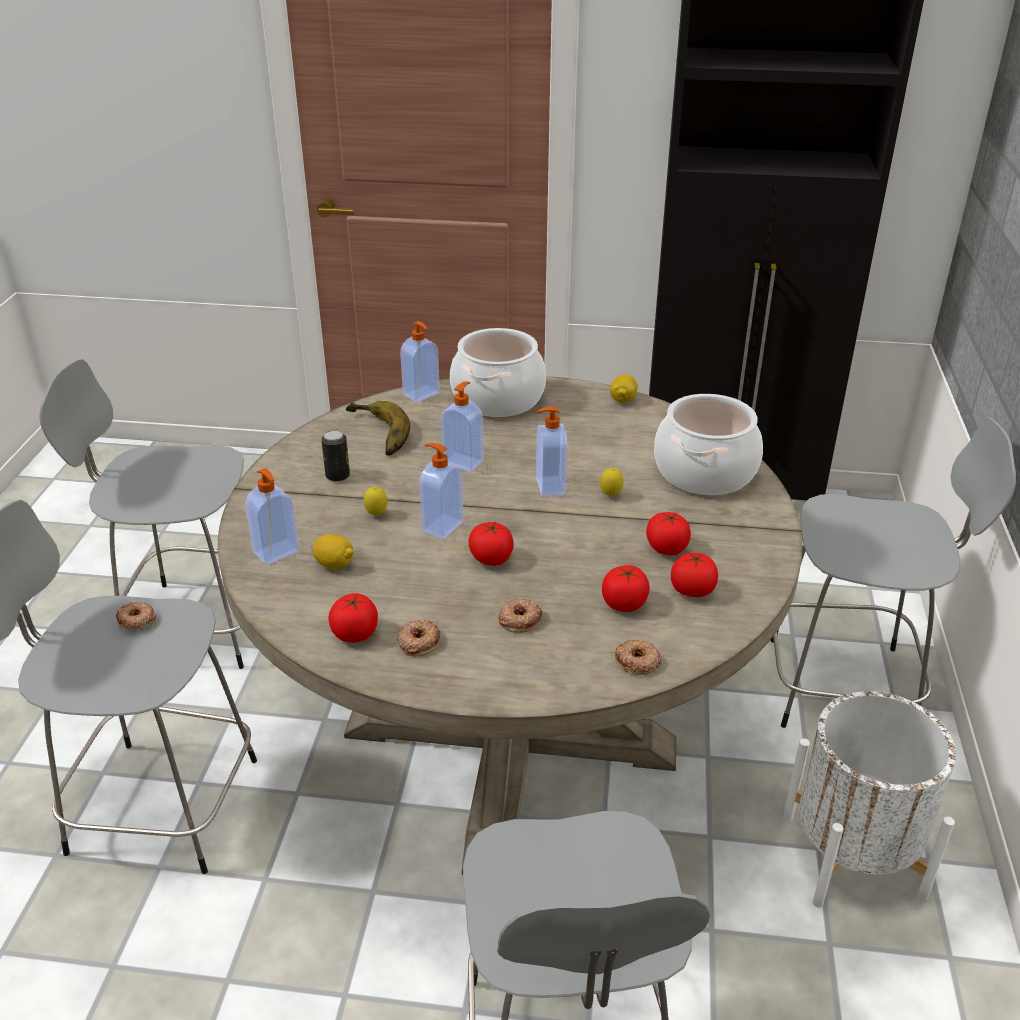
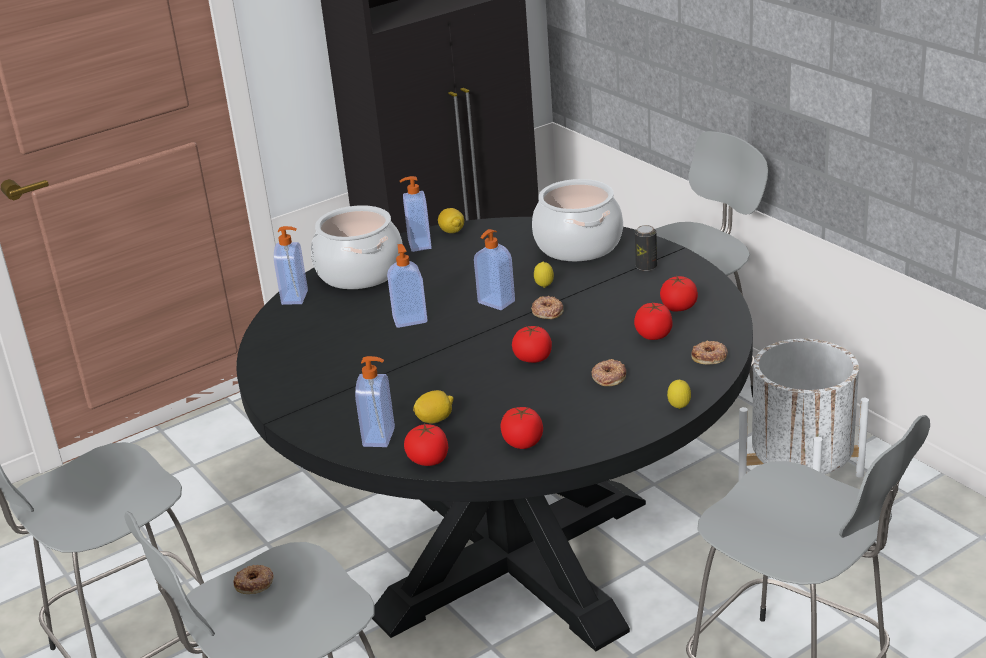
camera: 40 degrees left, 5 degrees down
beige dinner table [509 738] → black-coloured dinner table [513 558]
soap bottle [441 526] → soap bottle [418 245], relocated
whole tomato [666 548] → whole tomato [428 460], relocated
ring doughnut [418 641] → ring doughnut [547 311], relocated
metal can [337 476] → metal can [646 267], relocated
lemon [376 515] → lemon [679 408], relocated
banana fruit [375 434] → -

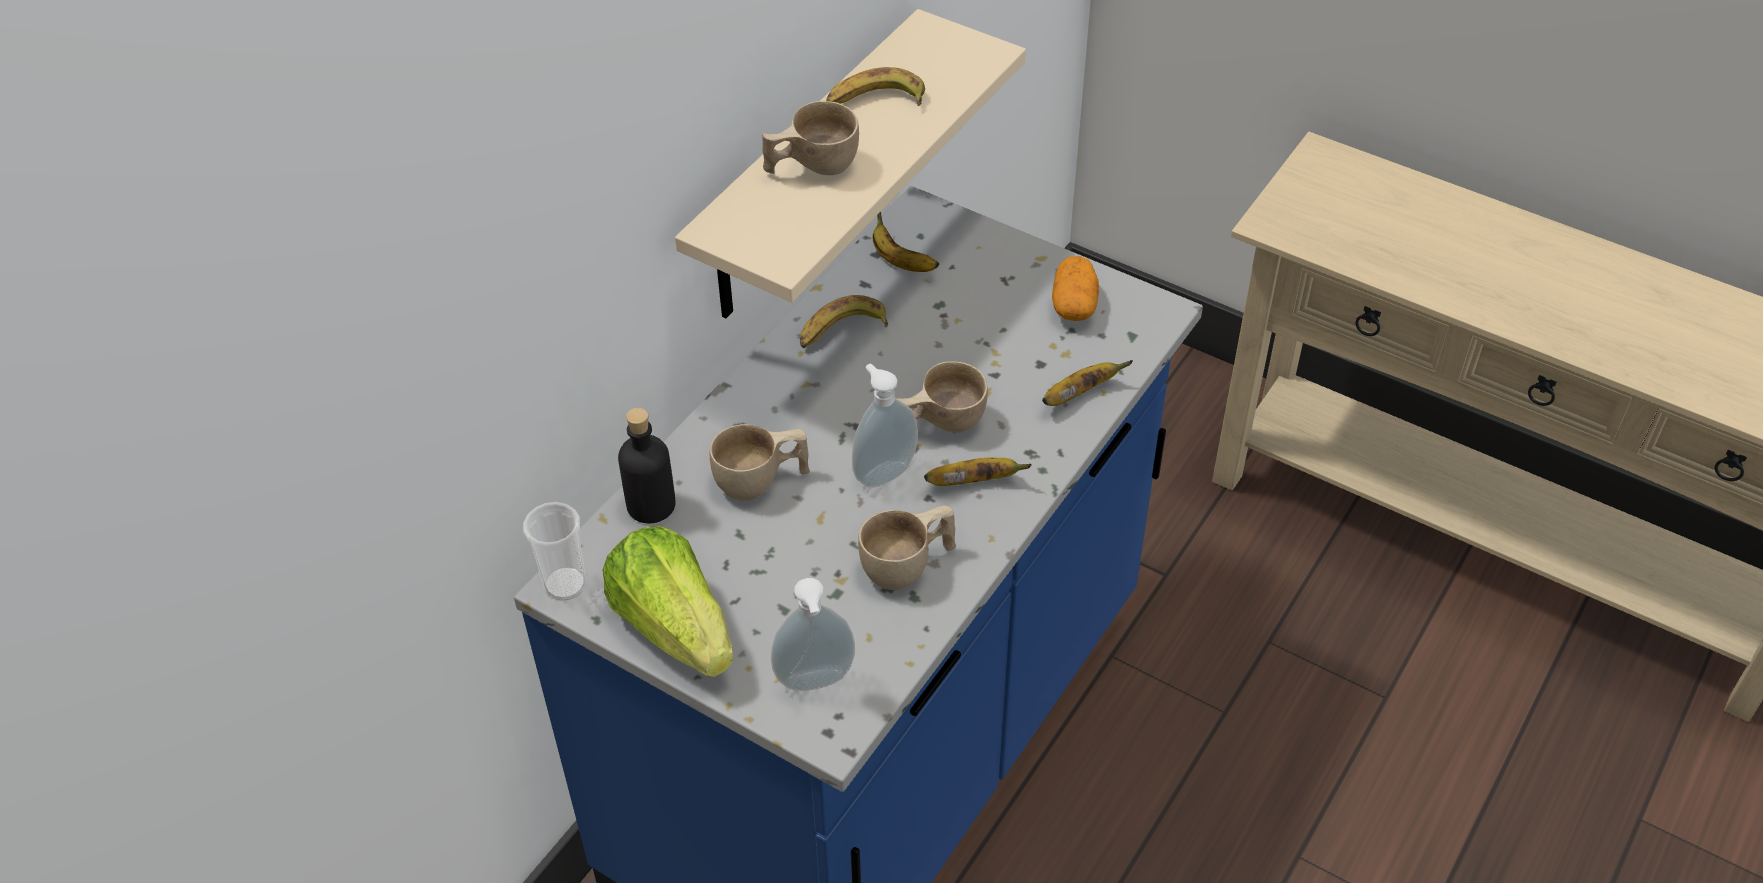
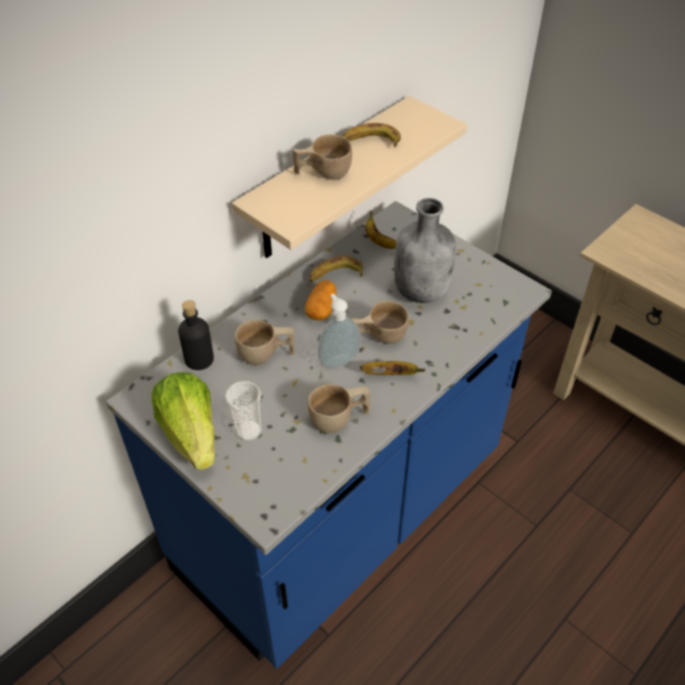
camera: 10 degrees right, 0 degrees up
cup [565 584] → cup [248 431], relocated
potato [1074 304] → potato [322 309], relocated
- → greyish bottle [421 291]
soap bottle [815 683] → -
banana fruit [1079 394] → -

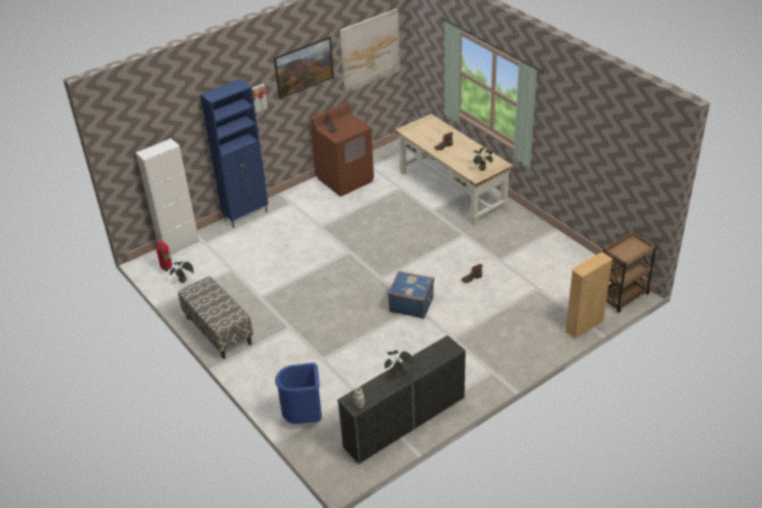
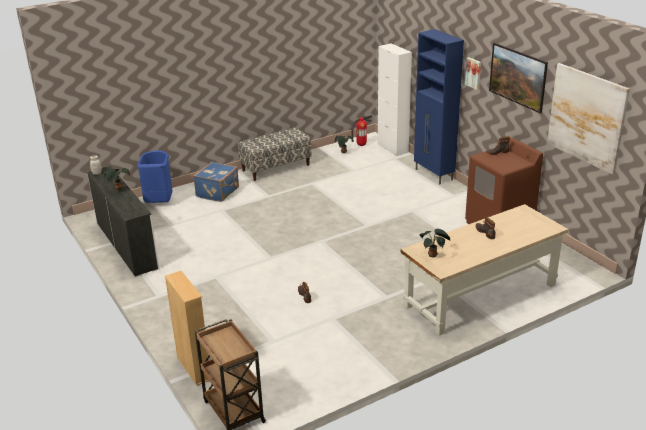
camera: 95 degrees right, 10 degrees down
blue piece of luggage [411 304] → blue piece of luggage [218 192], relocated

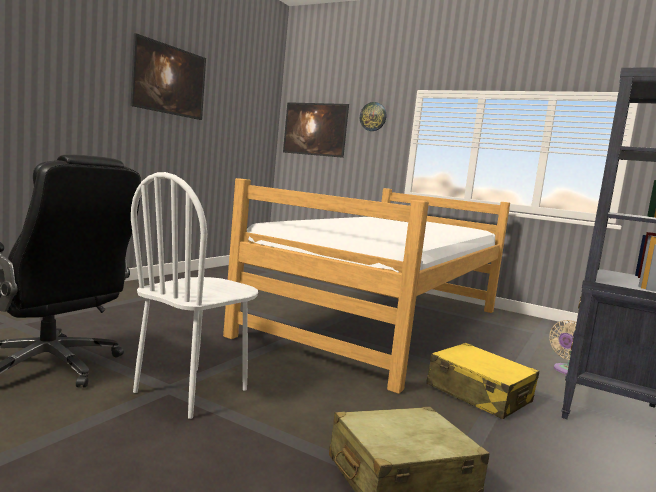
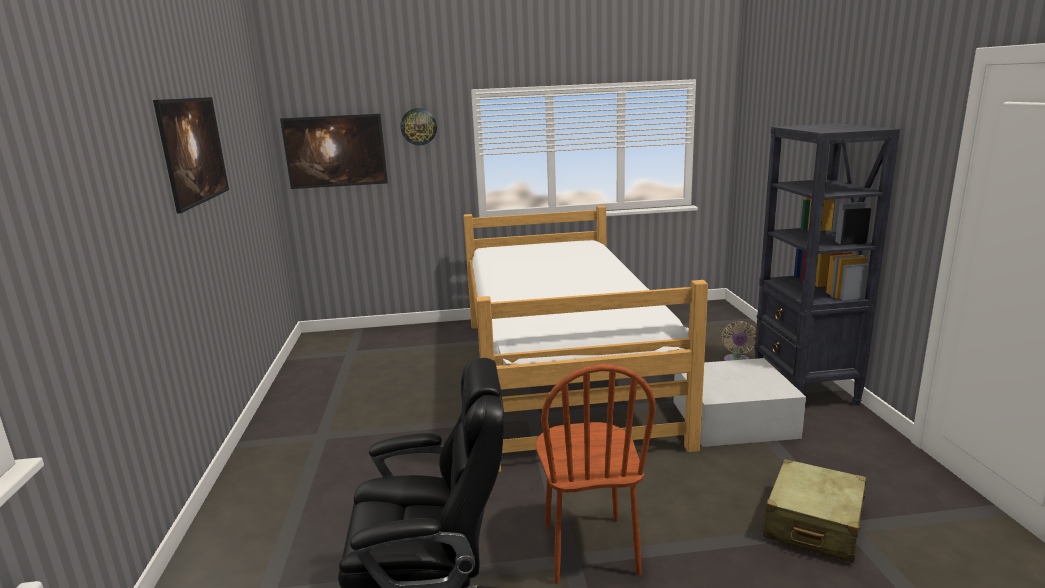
camera: 35 degrees left, 10 degrees up
white upright chair [192 391] → brown upright chair [589 549]
yellow piece of luggage [478 394] → white storage container [733 419]

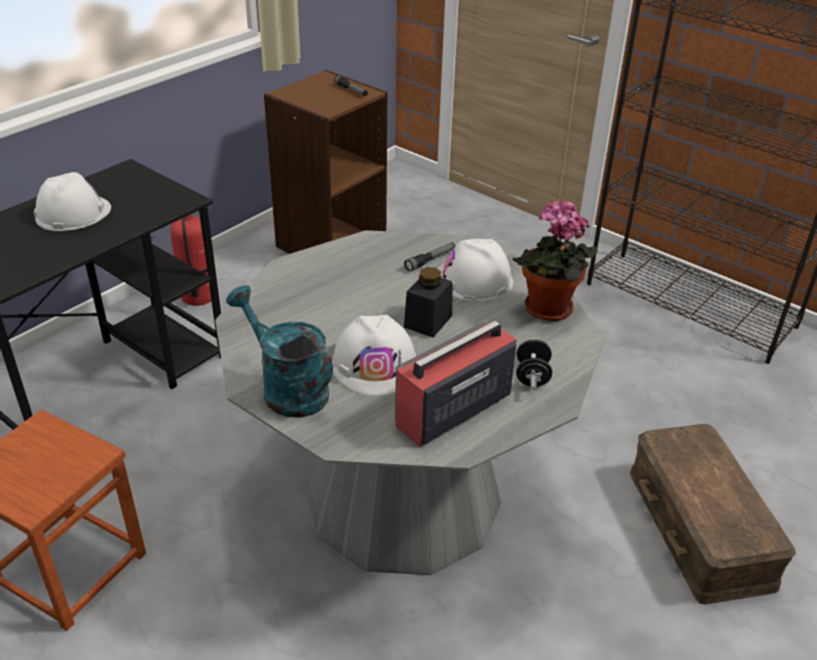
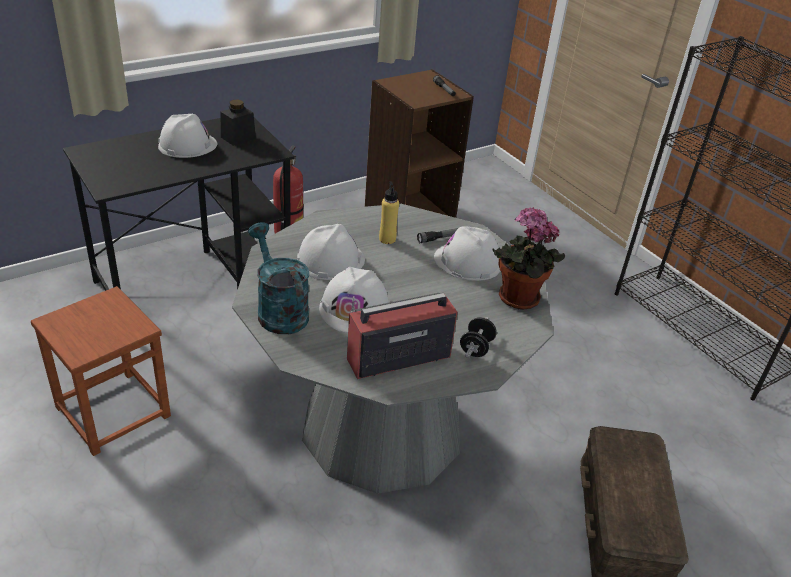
camera: 15 degrees right, 0 degrees up
black-coloured jar [428 321] → black-coloured jar [238 138], relocated
- → white work helmet [330 260]
- → yellow bottle [387 239]

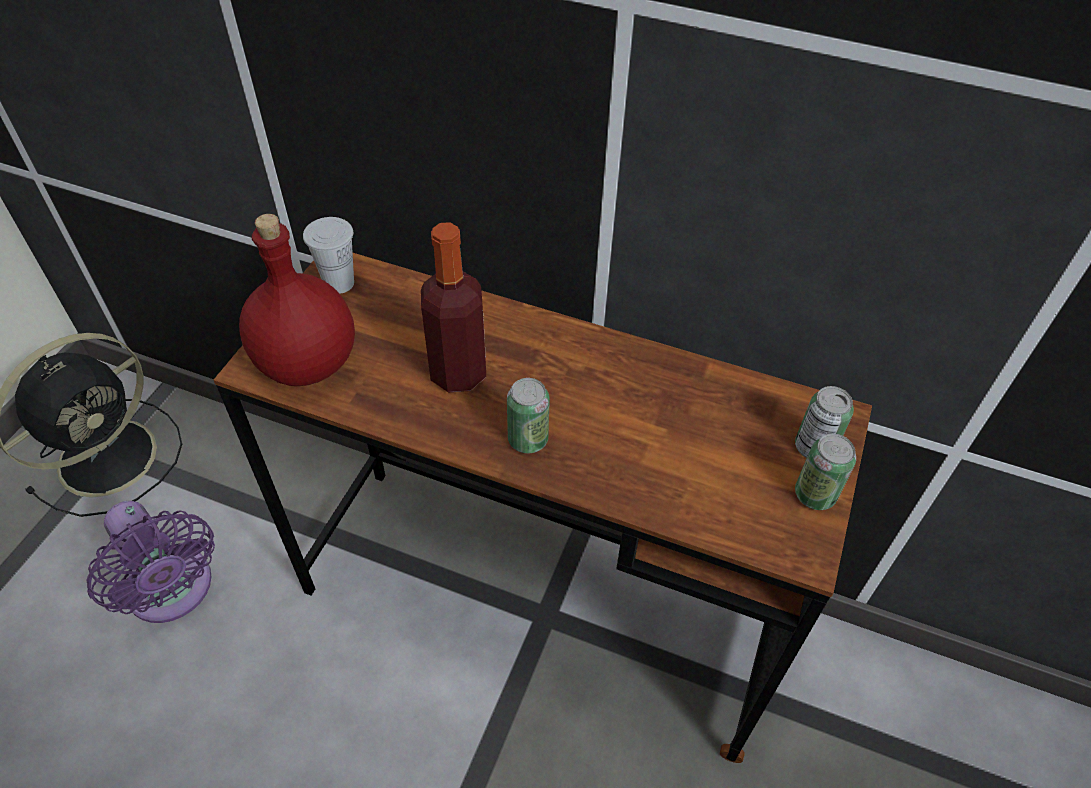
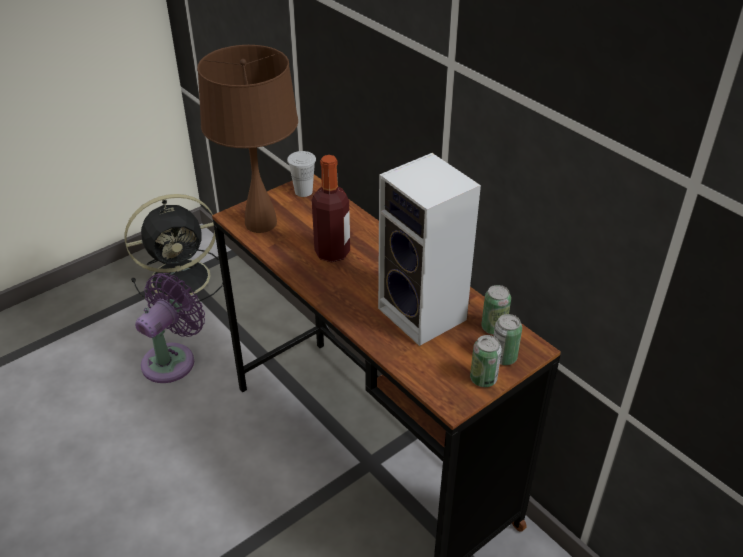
camera: 30 degrees right, 10 degrees down
purple cooling fan [173 592] → purple cooling fan [172 359], 135 degrees counterclockwise
reddish bottle [308 365] → brown lamp for a table [260 223]
- → loudspeaker [425 315]
metal can [528 439] → metal can [493 327], relocated

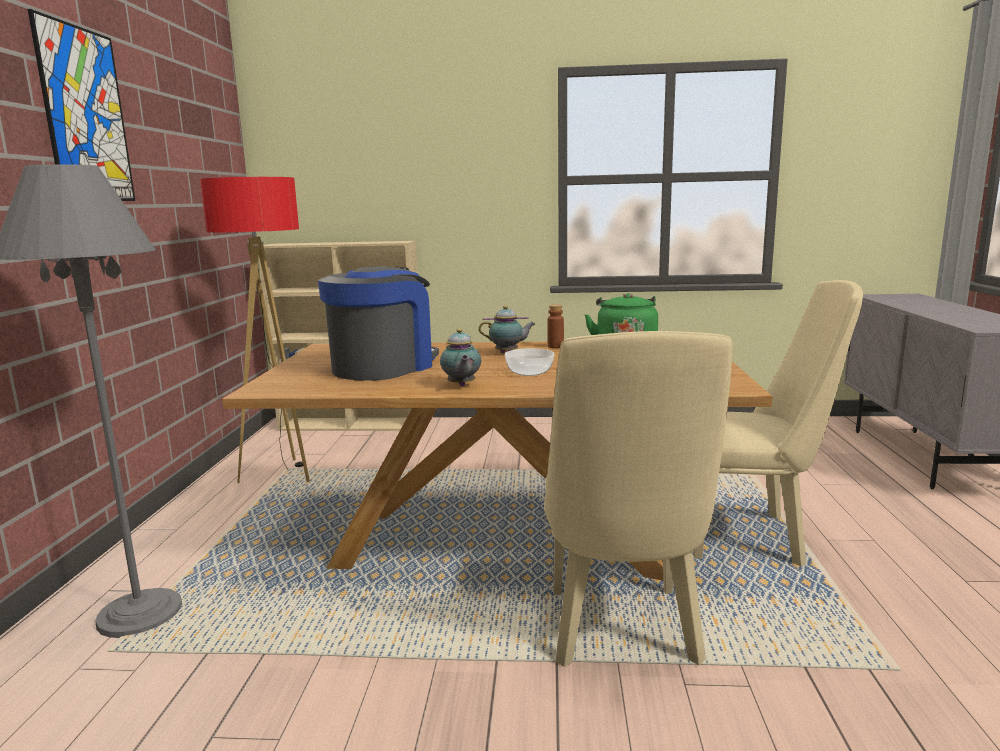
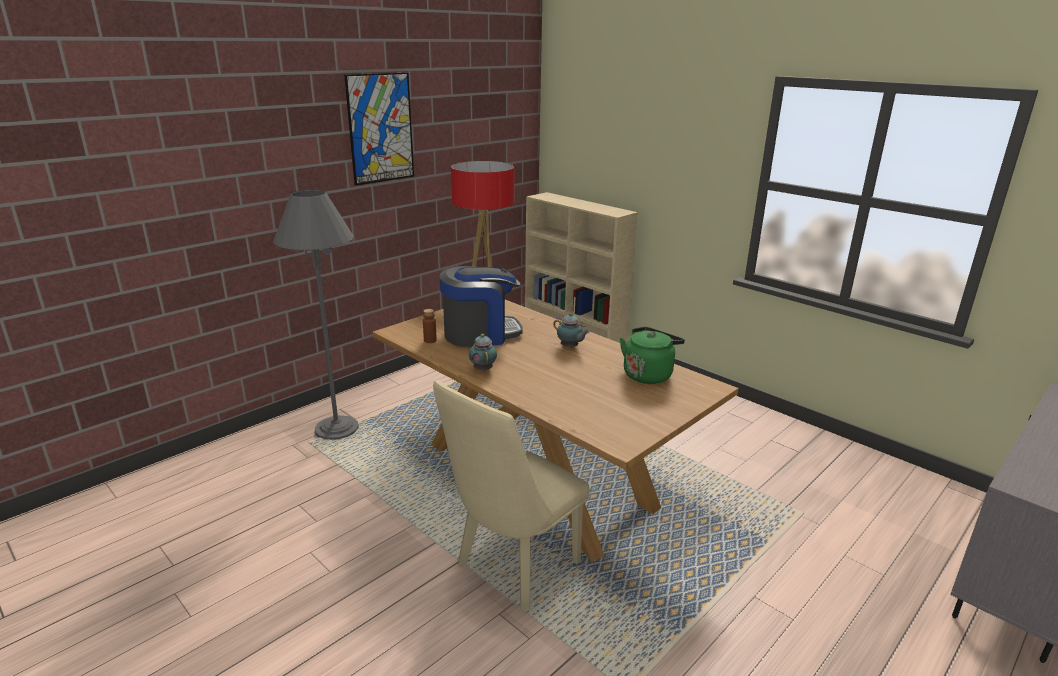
camera: 40 degrees right, 10 degrees up
brown bottle [555 346] → brown bottle [430 340], relocated
teapot [461 386] → teapot [483 369], 135 degrees clockwise
bowl [530 372] → -
beige upright chair [752 537] → -

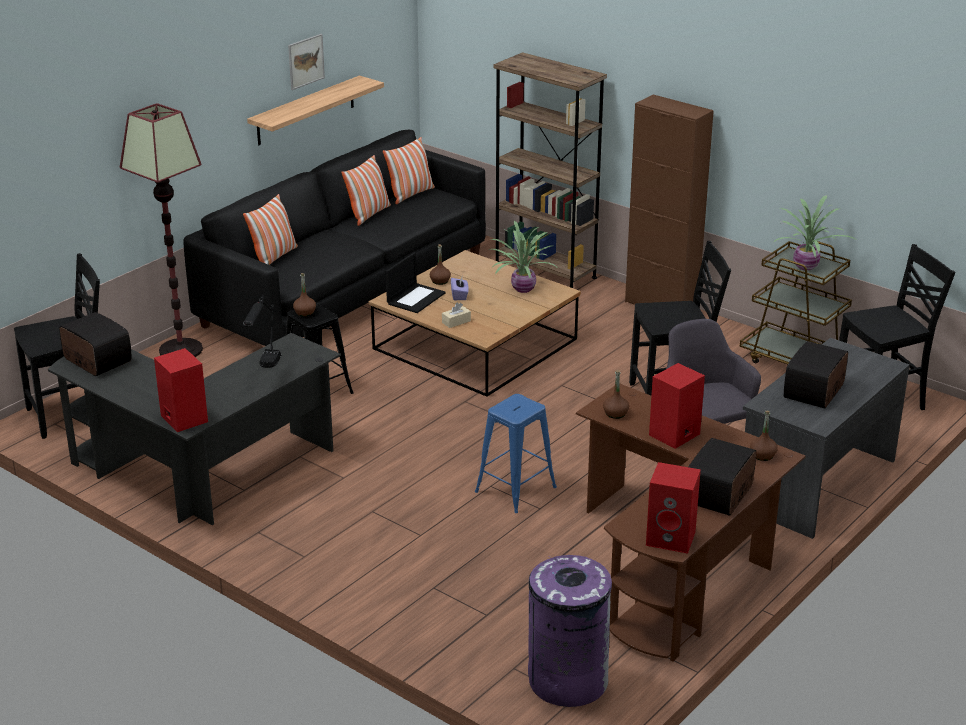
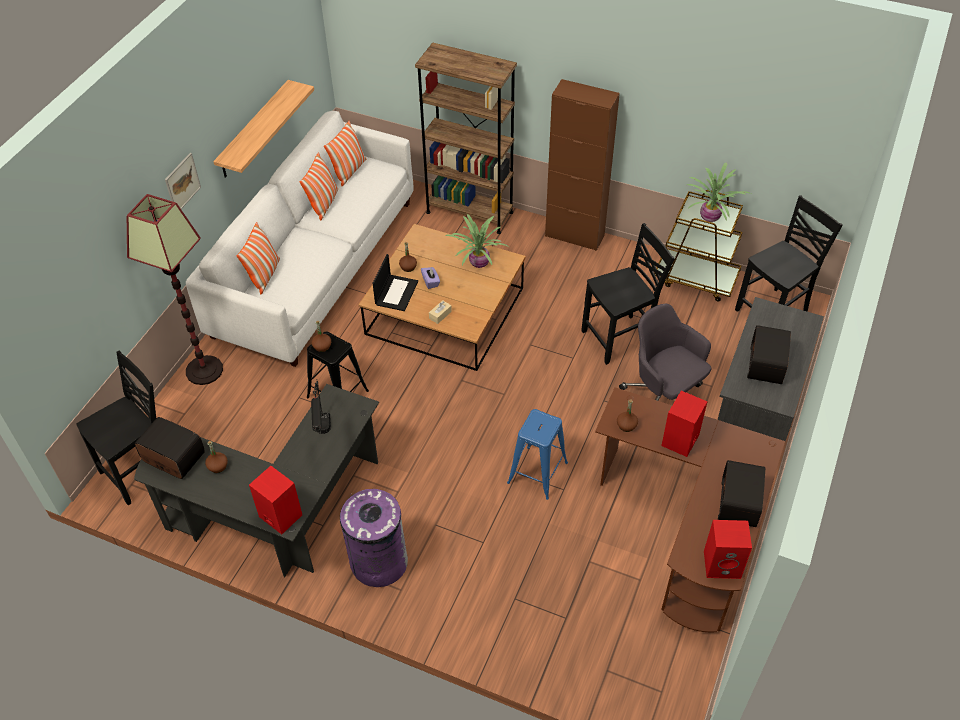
camera: 15 degrees left, 20 degrees up
wall picture [306 61] → wall picture [182 183], relocated
black-coloured settee [345 290] → white settee [315 267]
brown bottle [762 455] → brown bottle [218 466], relocated
purple trash can [567 680] → purple trash can [378 562], relocated

